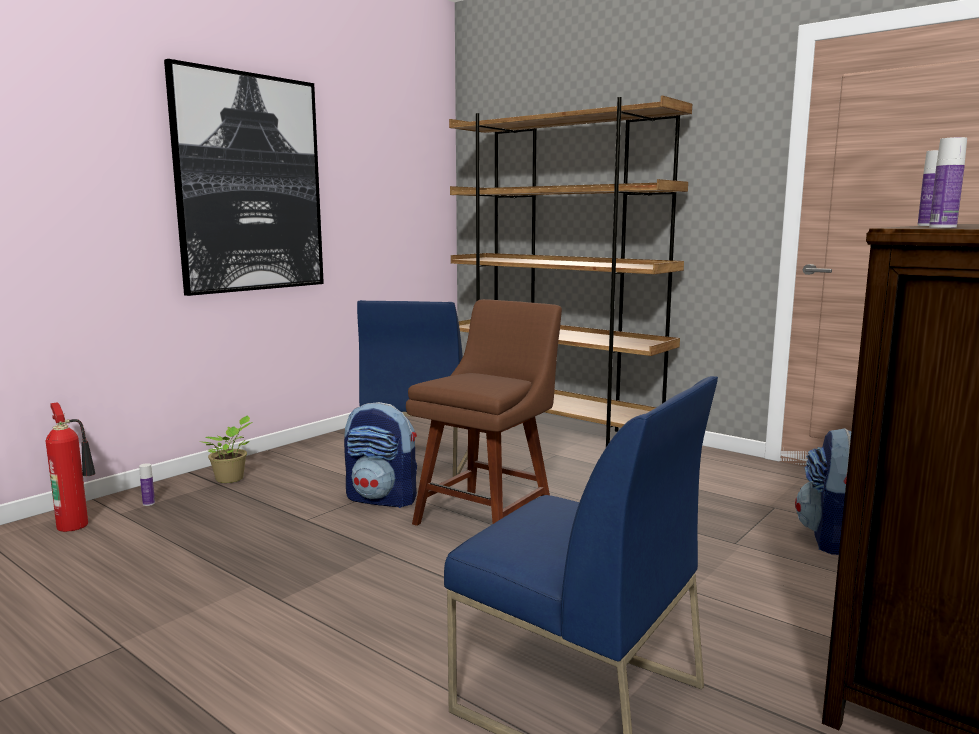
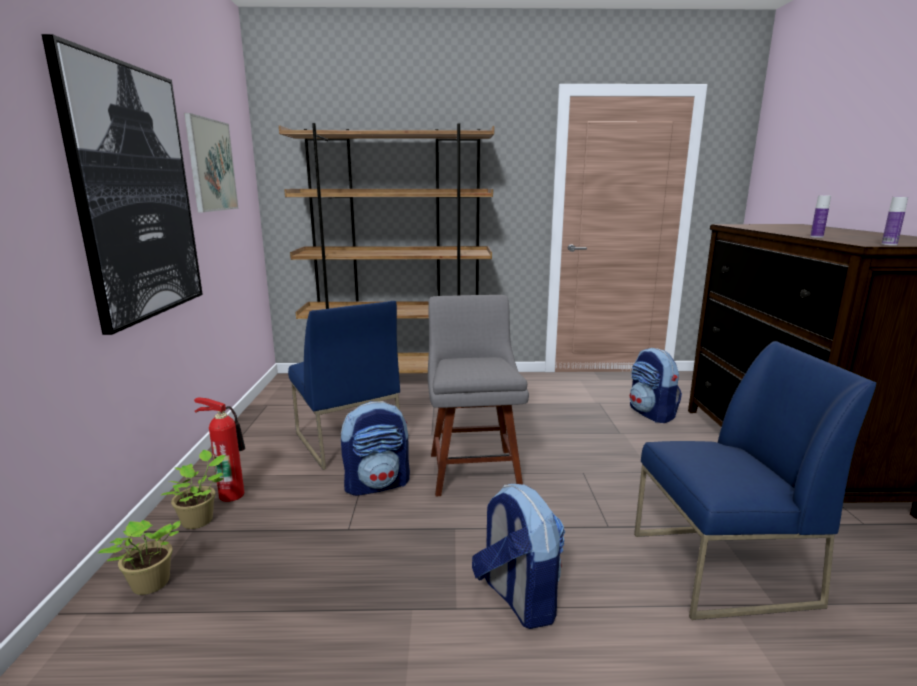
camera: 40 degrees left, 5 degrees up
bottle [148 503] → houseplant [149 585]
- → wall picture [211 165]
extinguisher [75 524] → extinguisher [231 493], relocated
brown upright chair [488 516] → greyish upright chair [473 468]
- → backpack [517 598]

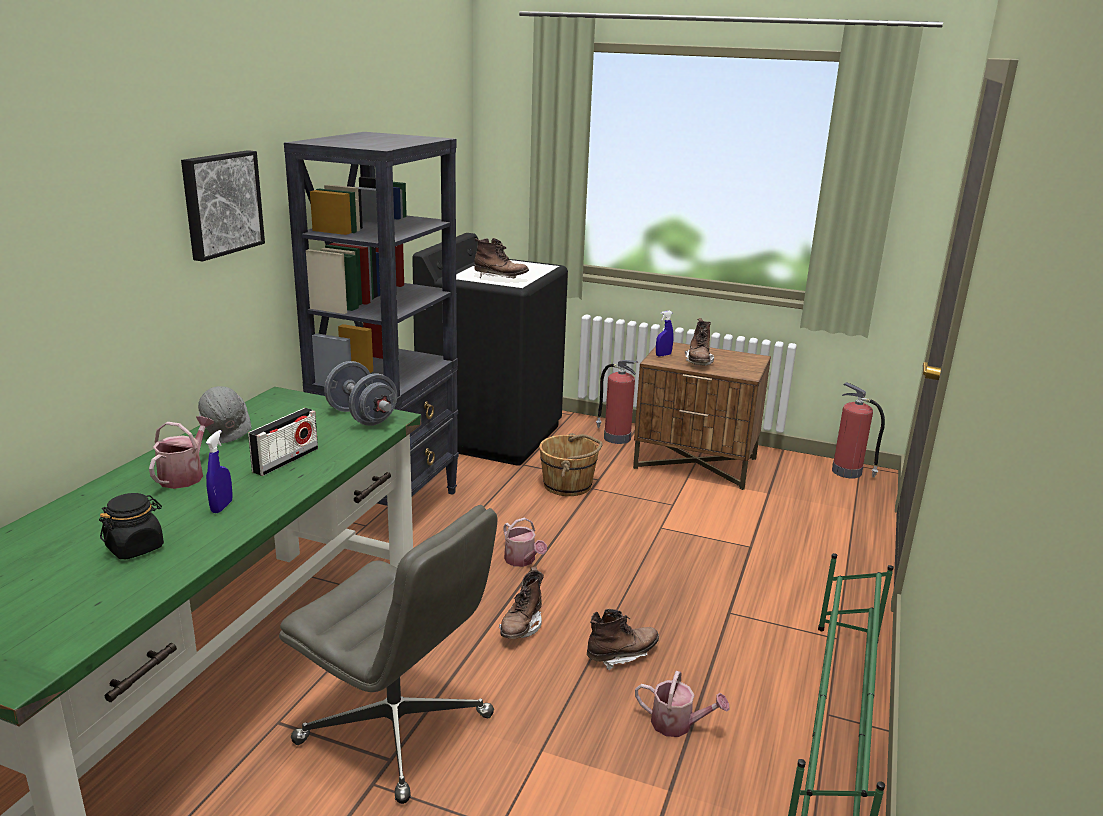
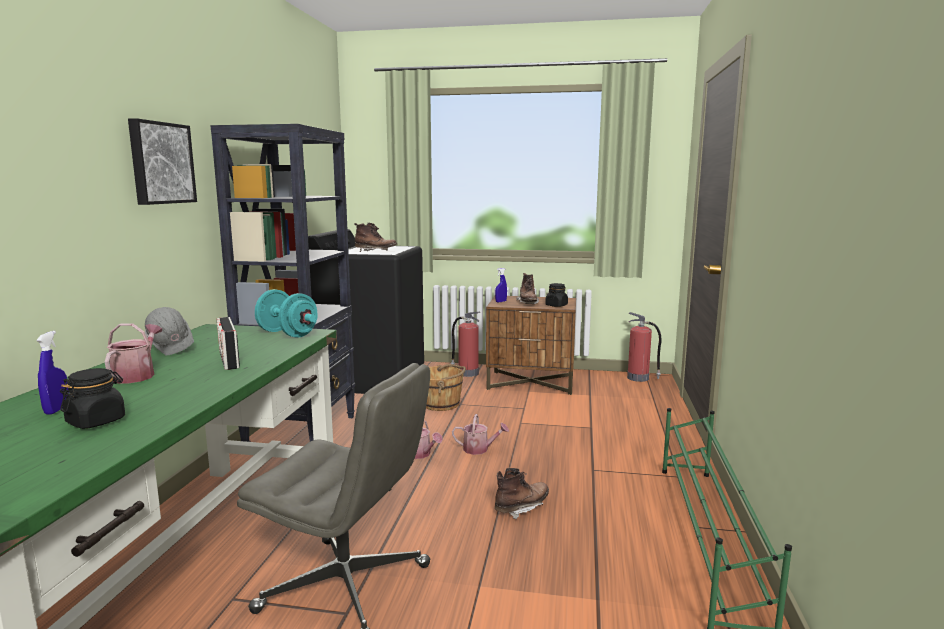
camera: 10 degrees left, 10 degrees down
blue sprayer [222 507] → blue sprayer [57 410], relocated
radio set [286 460] → radio set [229 360], 135 degrees clockwise
greyish dumbbell [362 417] → turquoise-coloured dumbbell [287 334]
watering pot [677 724] → watering pot [479 449], relocated
- → black-coloured jar [556 305]
brown tall boot [521 627] → -

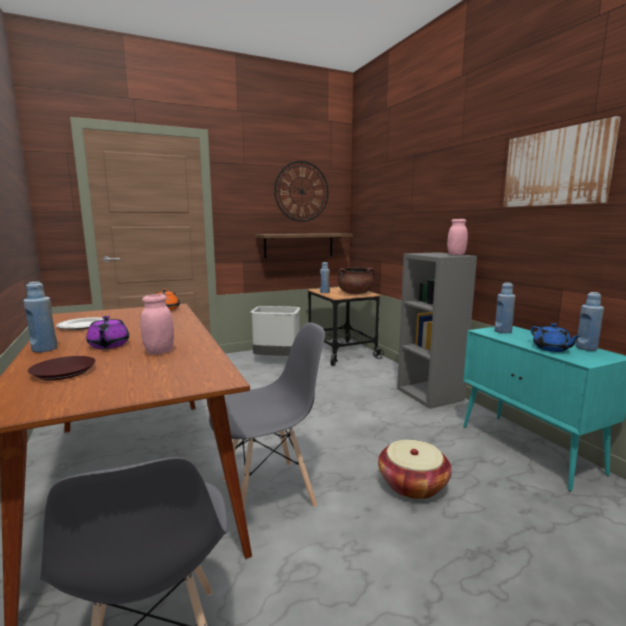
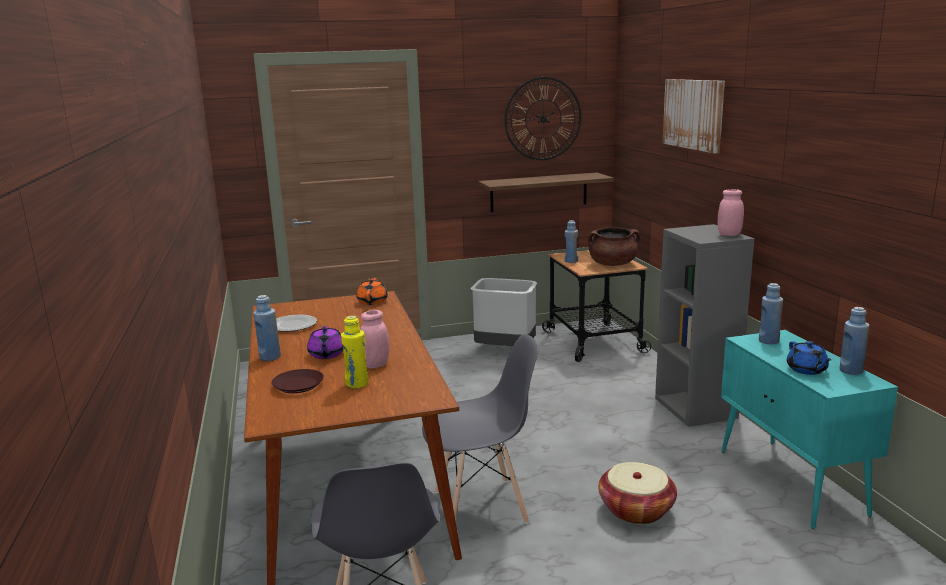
camera: 10 degrees right, 5 degrees up
- → yellow bottle [357 384]
wall picture [556 168] → wall picture [693 114], relocated

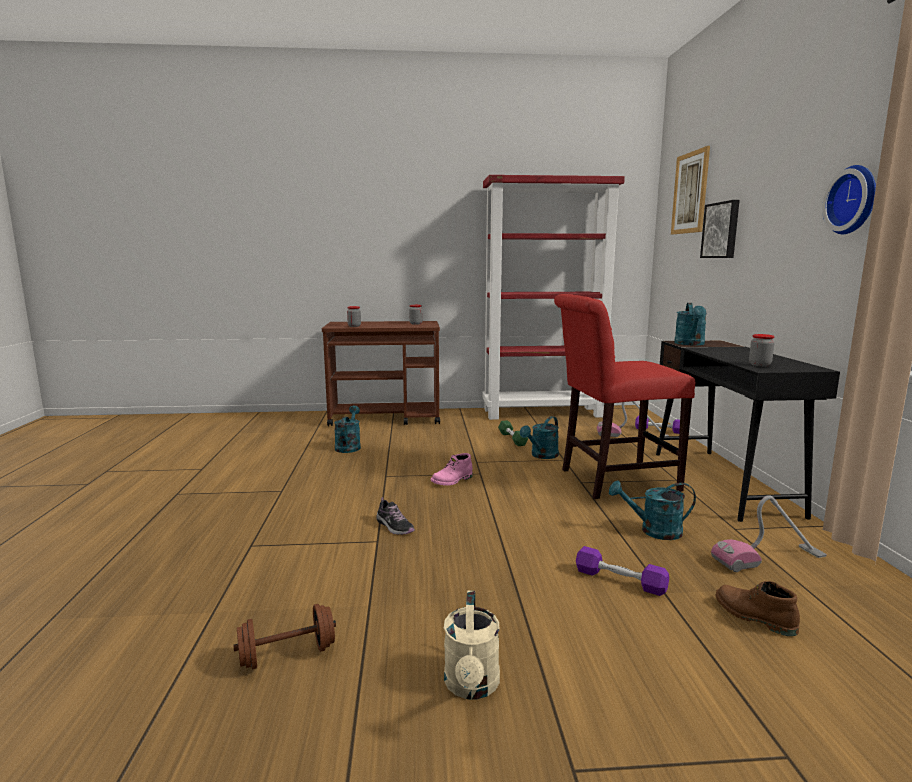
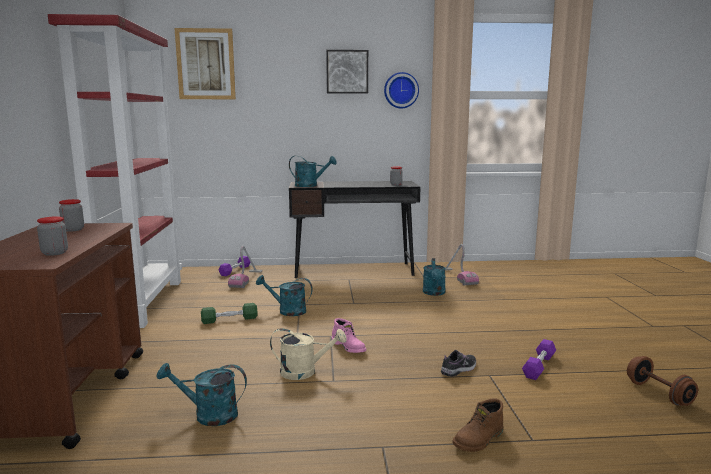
camera: 90 degrees left, 0 degrees up
turquoise-coloured watering pot [541 456] → turquoise-coloured watering pot [287 311], 150 degrees clockwise
beige watering pot [472 687] → beige watering pot [305 372], relocated
wall picture [721 230] → wall picture [347 72], relocated
brown tall boot [753 617] → brown tall boot [479 440], relocated
purple dumbbell [620 580] → purple dumbbell [539 366], relocated
reddish upright chair [612 480] → -

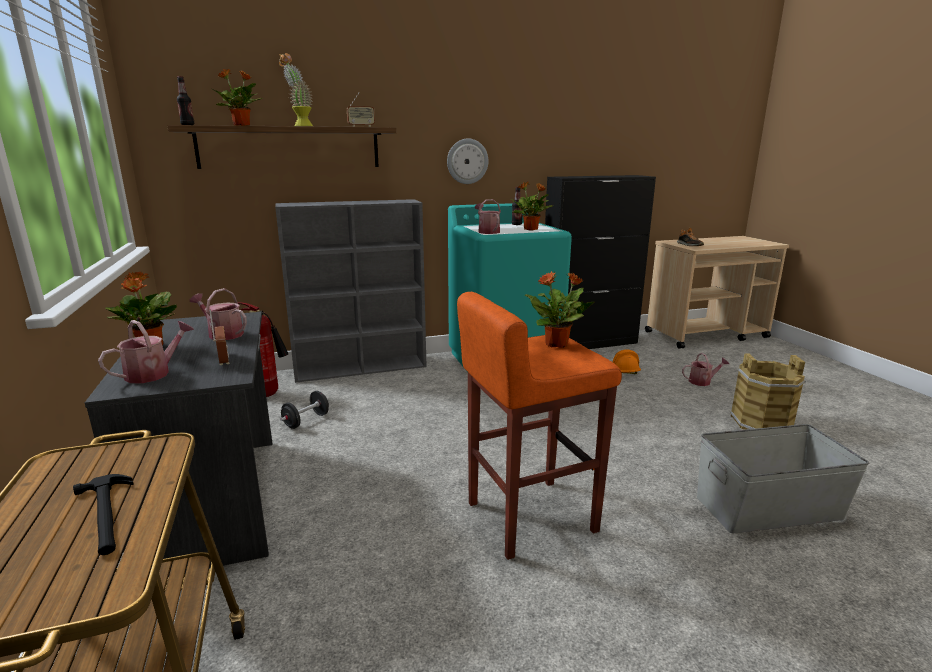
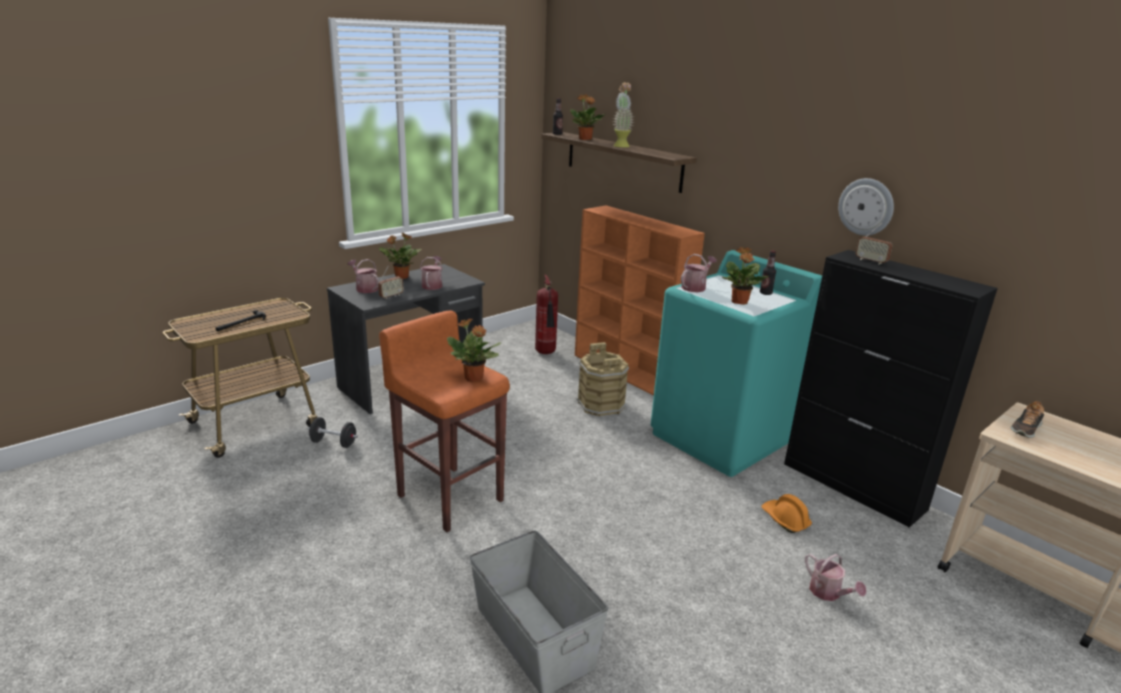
camera: 65 degrees right, 5 degrees up
black-coloured dumbbell [306 421] → black-coloured dumbbell [333 443], relocated
watering pot [153 373] → watering pot [365 288], 150 degrees counterclockwise
greyish bookcase [362 368] → orange-coloured bookcase [628 372]
brown water bucket [761 423] → brown water bucket [600 405], relocated
wall clock [467 161] → wall clock [866 207], relocated
radio set [361 126] → radio set [871 261], relocated

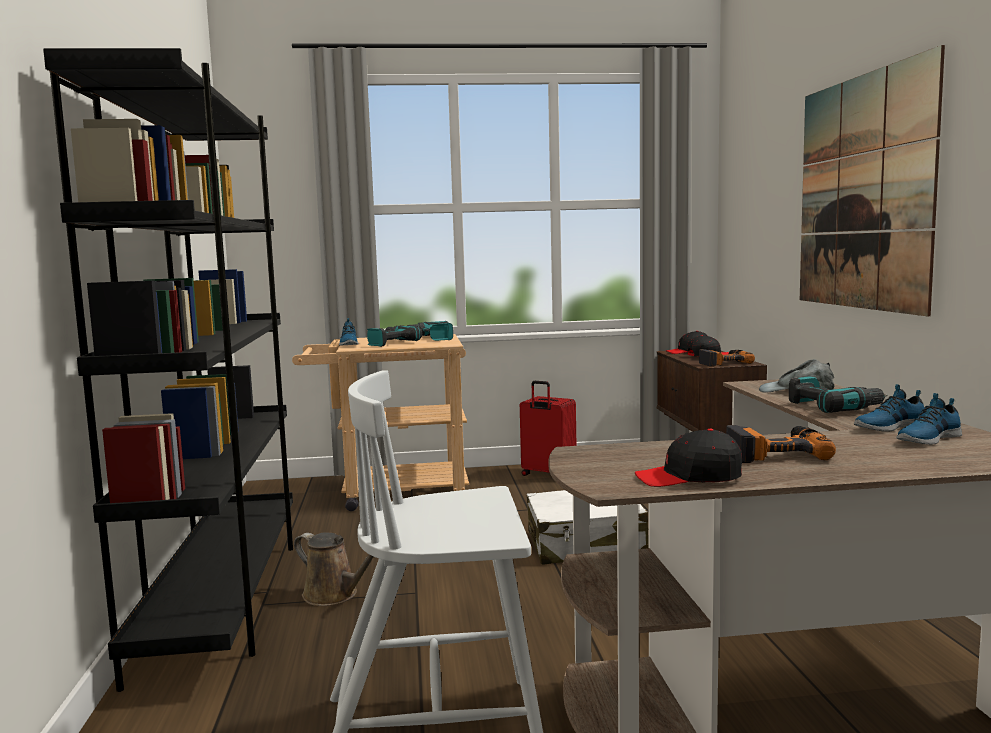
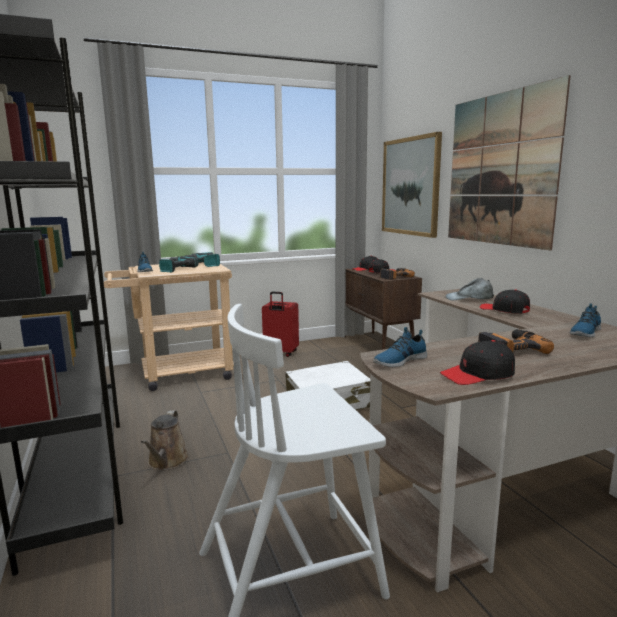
camera: 15 degrees left, 5 degrees up
brown watering pot [334 595] → brown watering pot [167 462], 75 degrees clockwise
low shoe [888 427] → low shoe [399 360], relocated
- → wall picture [410 186]
electric drill [833 407] → black-coloured peaked cap [504 310]

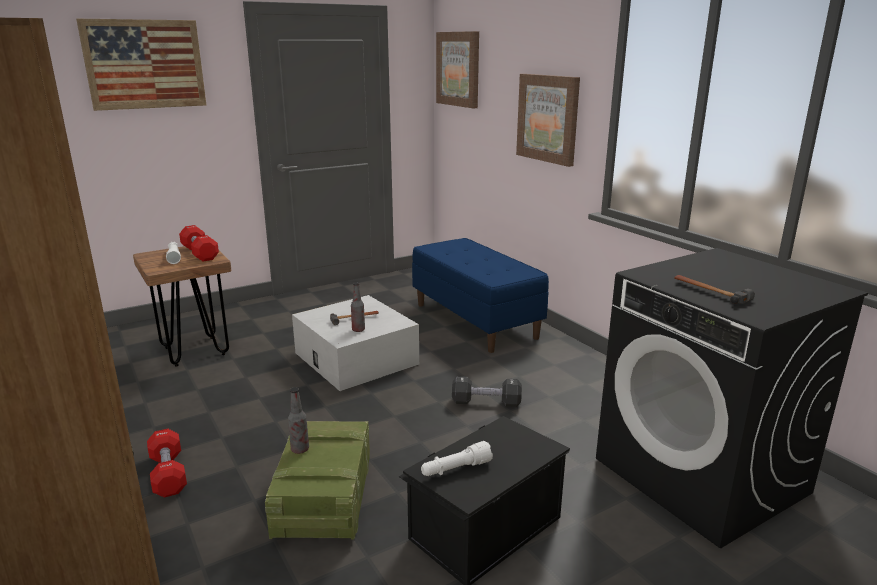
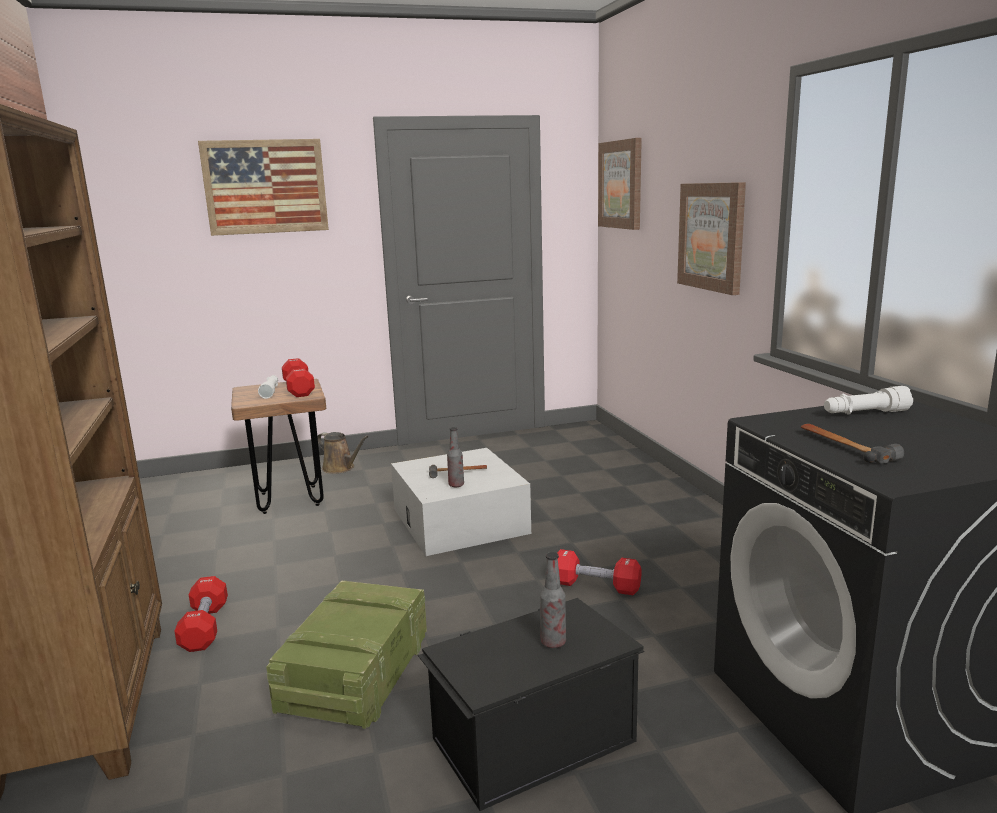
camera: 15 degrees right, 5 degrees down
- → brown watering pot [341 468]
bottle [300 449] → bottle [553 642], relocated
black-coloured dumbbell [486 402] → reddish dumbbell [595 586]
white flashlight [455 469] → white flashlight [864 414], relocated
blue indoor bench [476 321] → -

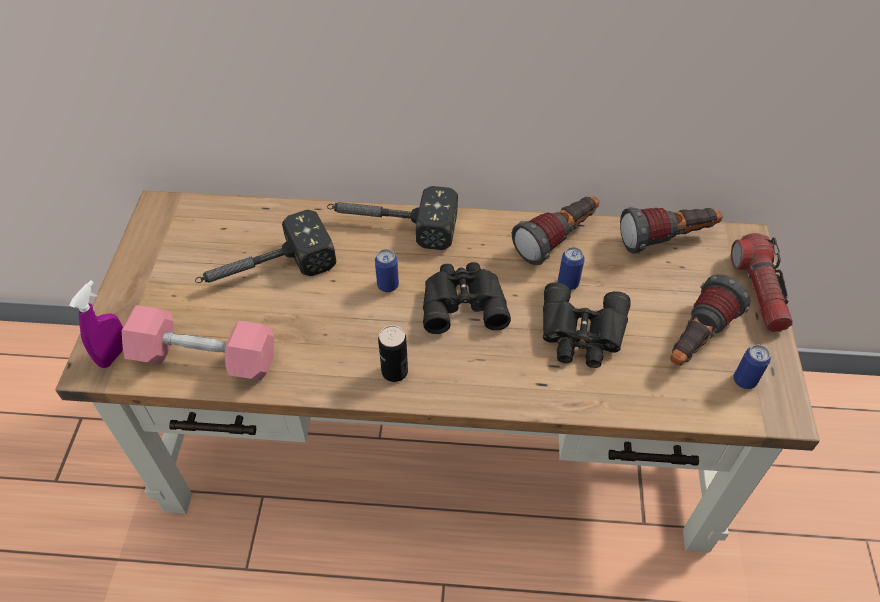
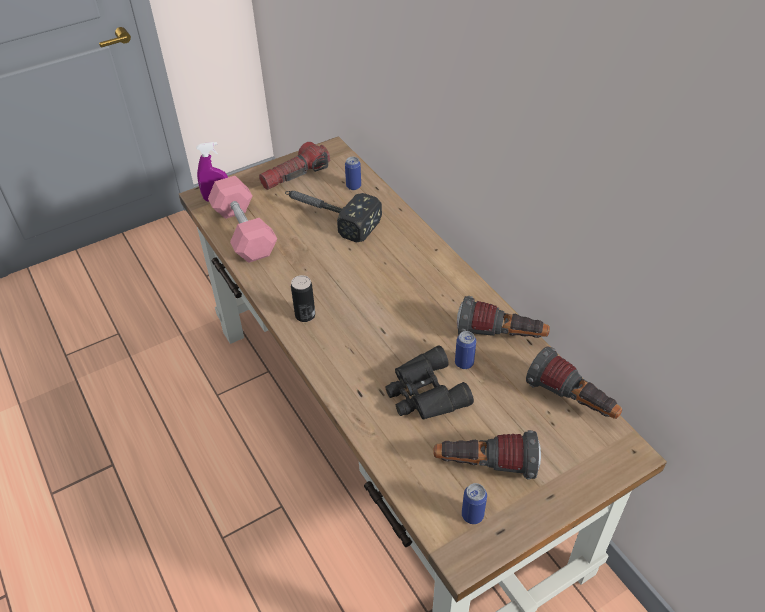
camera: 55 degrees right, 5 degrees down
flashlight [759 291] → flashlight [295 175], relocated
metal can [388 285] → metal can [353 186], relocated
hand hammer [391 225] → -
black-coloured field glasses [462 301] → -

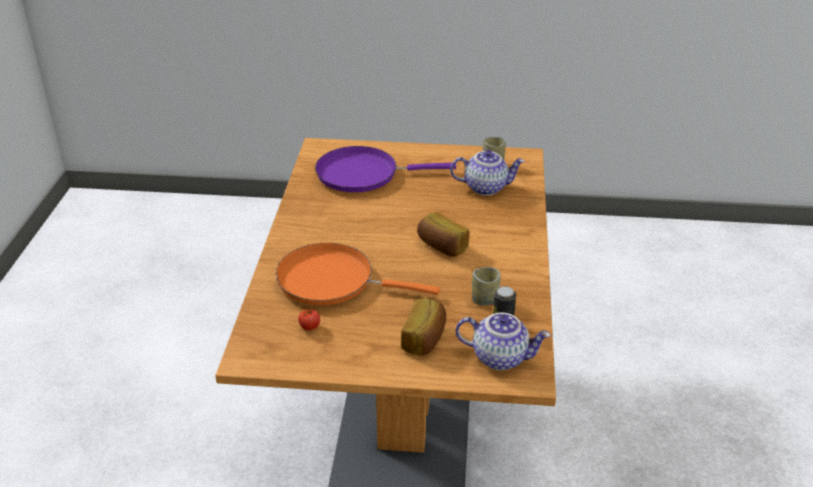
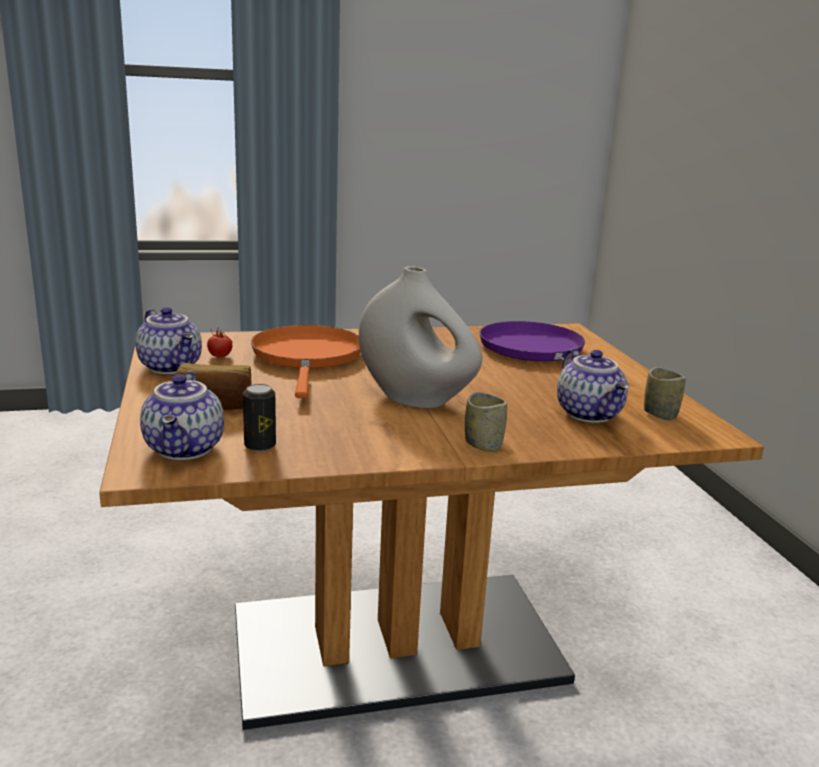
camera: 70 degrees right, 15 degrees down
- → teapot [172 367]
baked bread [441 246] → white decorative vase [416 399]
cup [484 299] → cup [483 445], relocated

